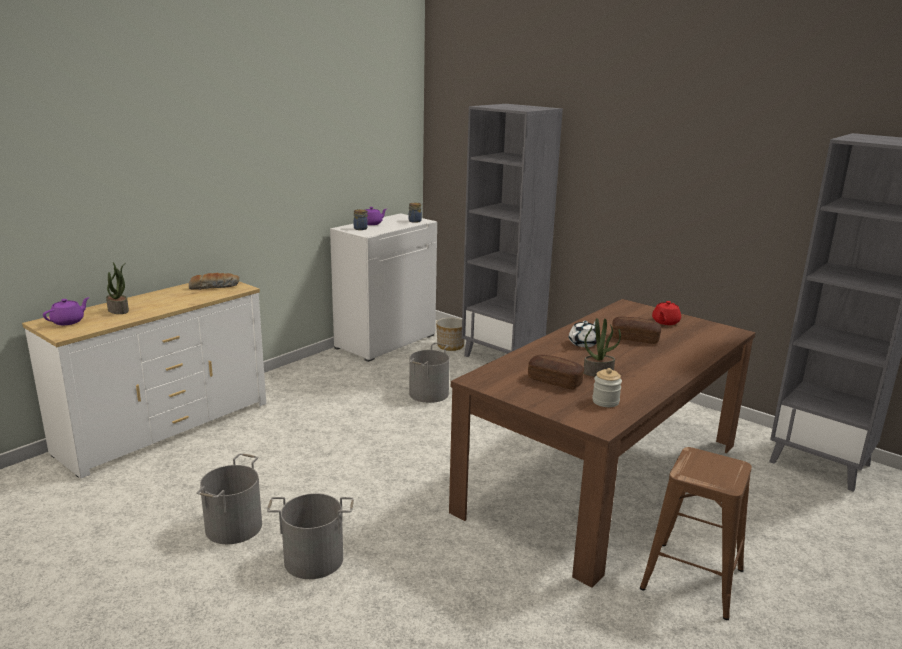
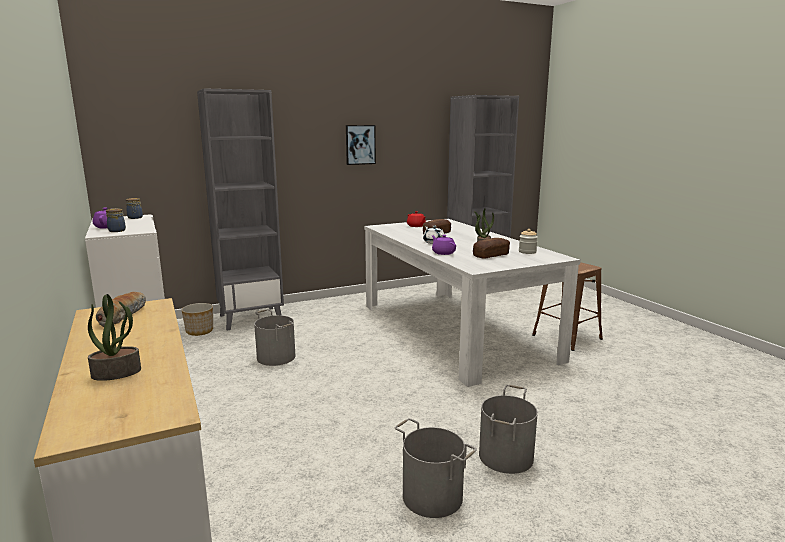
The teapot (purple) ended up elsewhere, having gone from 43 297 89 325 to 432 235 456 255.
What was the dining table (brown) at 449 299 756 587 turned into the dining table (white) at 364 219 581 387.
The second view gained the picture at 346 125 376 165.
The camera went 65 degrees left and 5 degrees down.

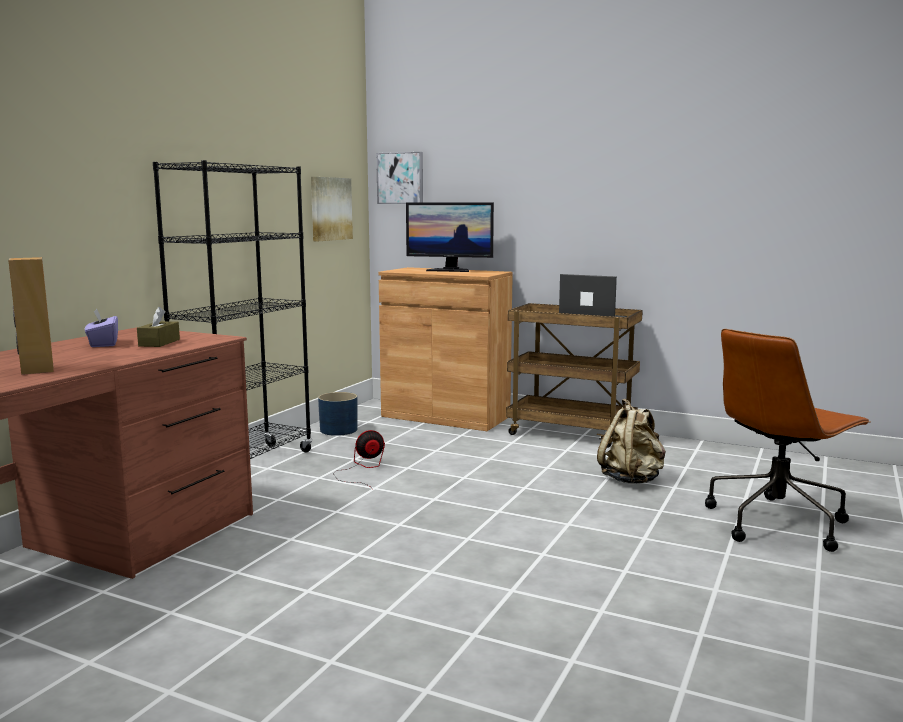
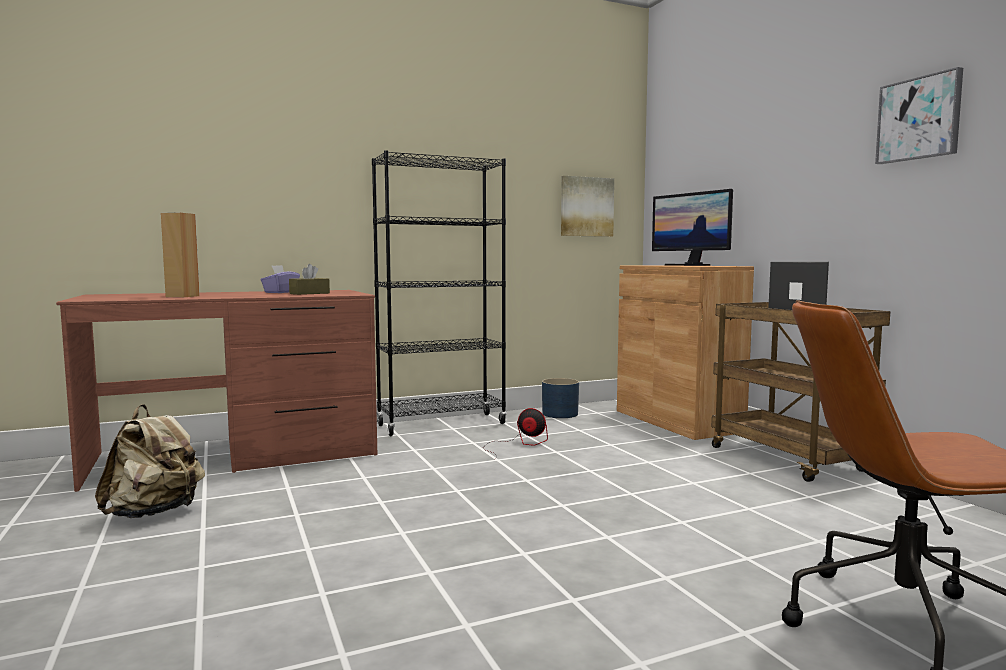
The picture ended up elsewhere, having gone from 376 152 423 204 to 875 67 963 164.
The backpack (beige) ended up elsewhere, having gone from 597 399 666 484 to 95 404 205 518.
The camera went 40 degrees right and 5 degrees down.

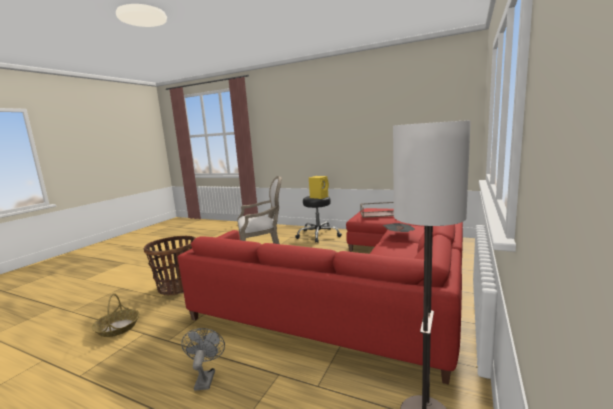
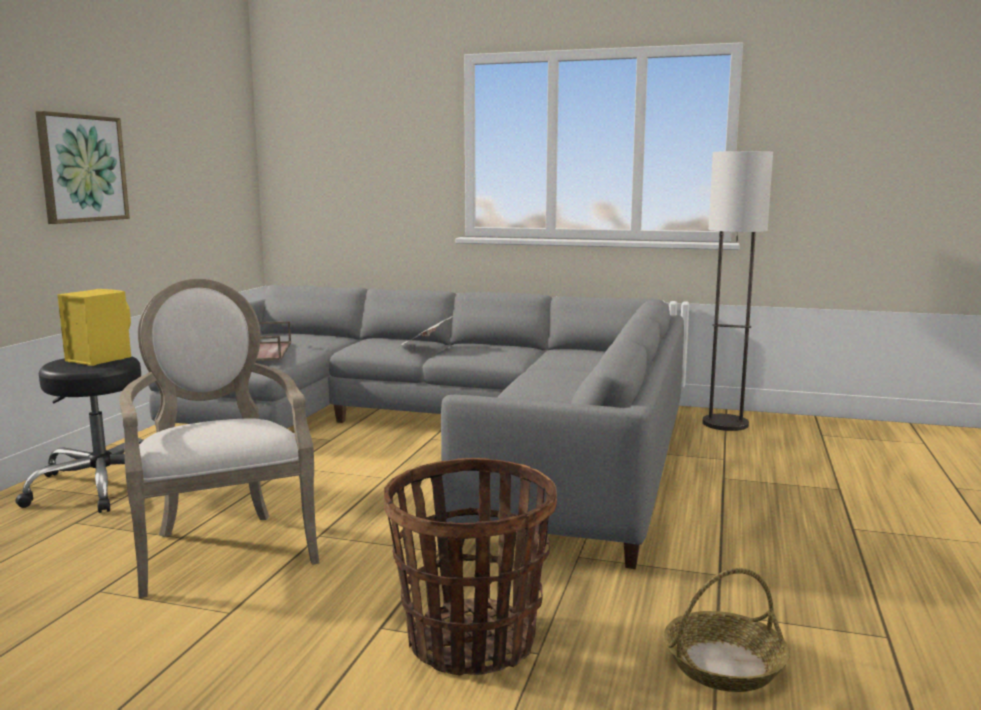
What was the sofa (red) at 178 208 463 385 turned into the sofa (grey) at 148 285 684 569.
The second view lost the fan (grey) at 181 328 225 391.
The second view gained the picture at 35 111 130 224.
The camera went 100 degrees left and 0 degrees up.

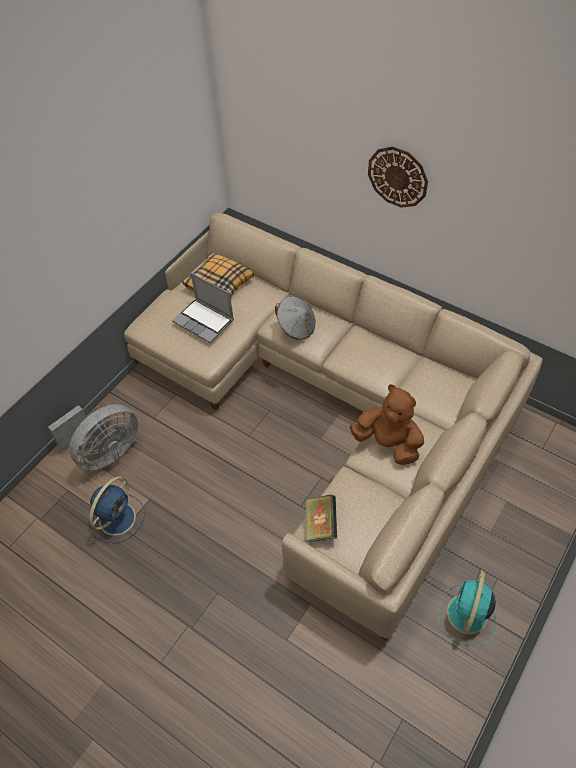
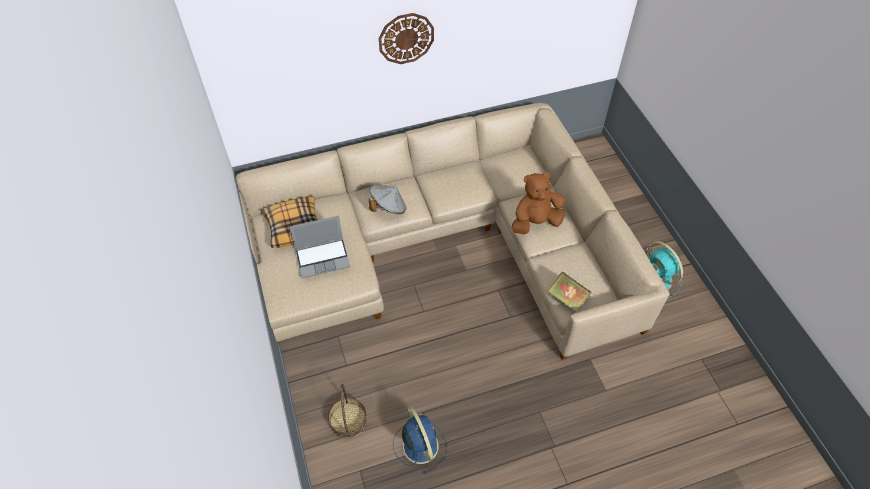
Where the fan (grey) stood at 48 404 138 470, the basket came to stand at 328 384 367 439.
The camera went 55 degrees left and 0 degrees up.

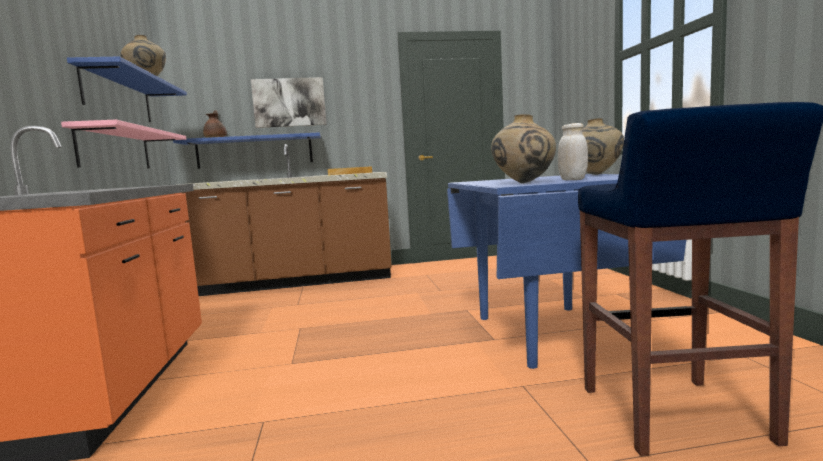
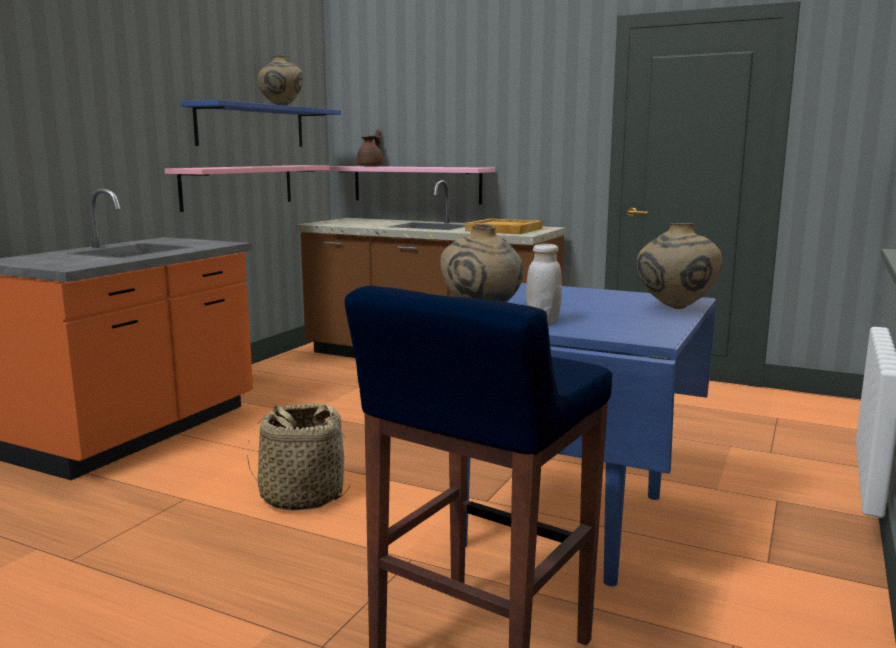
What was the shelf (blue) at 173 132 321 169 turned into the shelf (pink) at 323 166 495 204.
The second view lost the picture at 251 77 327 128.
The second view gained the basket at 247 403 351 511.
The camera went 35 degrees right and 5 degrees up.

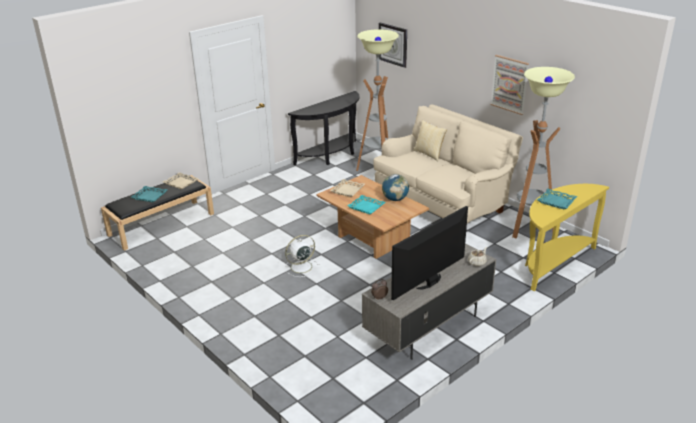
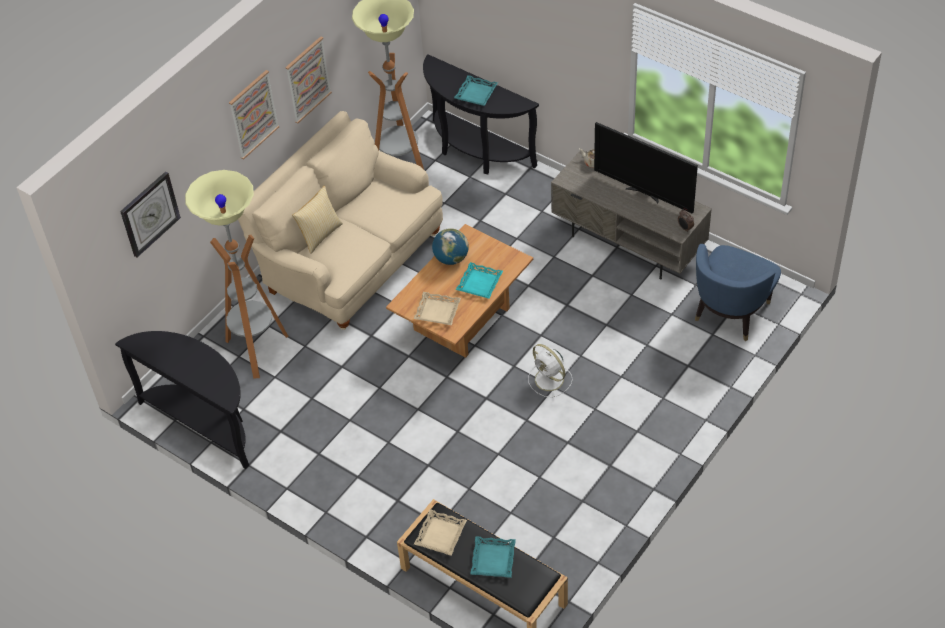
What was the console table (yellow) at 525 184 609 291 turned into the console table (black) at 423 54 539 174.
The second view gained the picture at 229 70 279 160.
The second view gained the armchair (blue) at 695 244 781 341.
The camera went 100 degrees left and 20 degrees up.

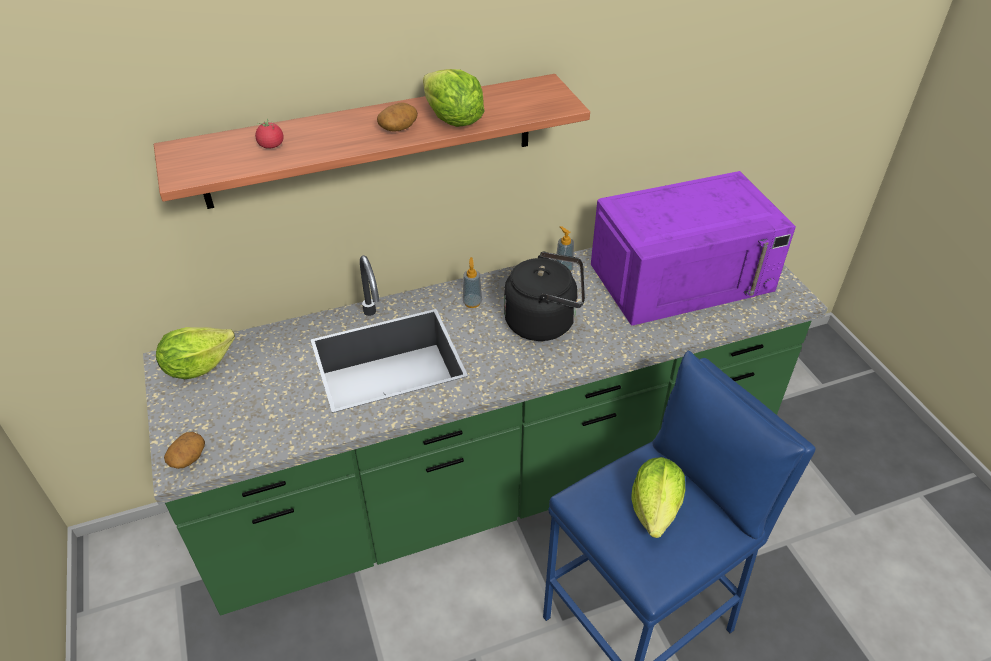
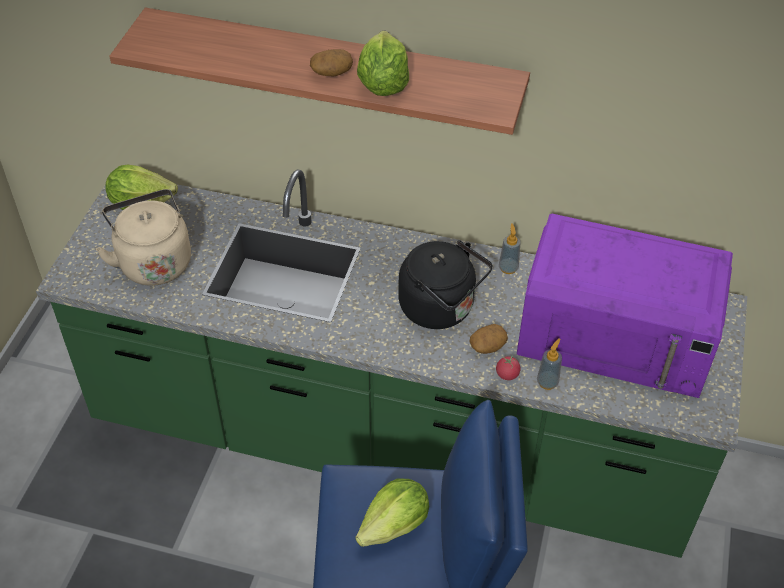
The potato ended up elsewhere, having gone from 164 432 205 469 to 469 324 508 354.
The tomato ended up elsewhere, having gone from 255 119 284 149 to 496 356 520 380.
The soap dispenser ended up elsewhere, having gone from 463 257 482 308 to 537 339 562 390.
The second view gained the kettle (beige) at 96 189 191 286.
The camera went 35 degrees right and 5 degrees up.

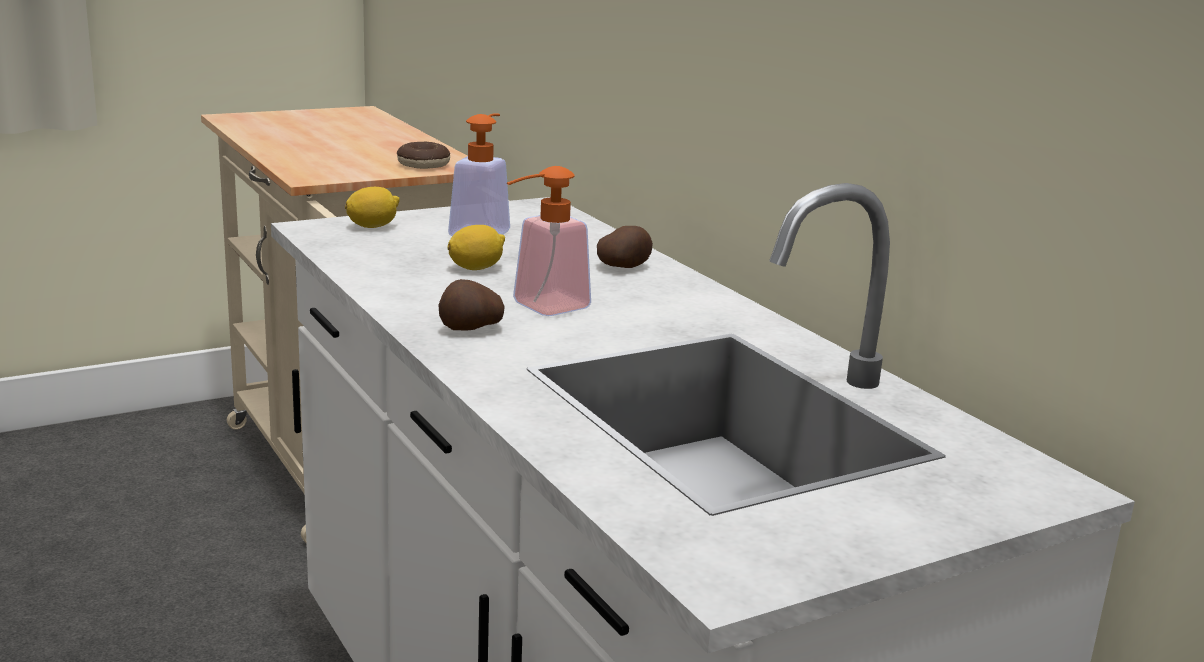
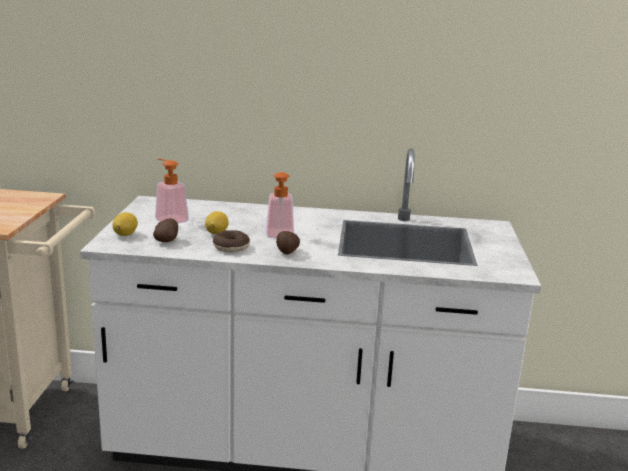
The donut ended up elsewhere, having gone from 397 142 450 169 to 213 230 250 252.
The potato ended up elsewhere, having gone from 597 226 653 268 to 153 218 178 242.
The camera went 55 degrees left and 0 degrees up.

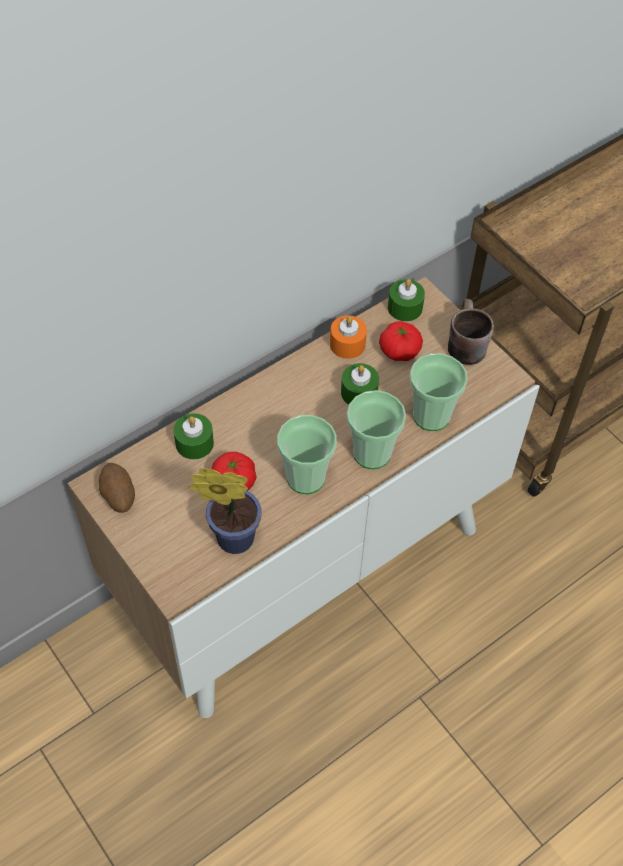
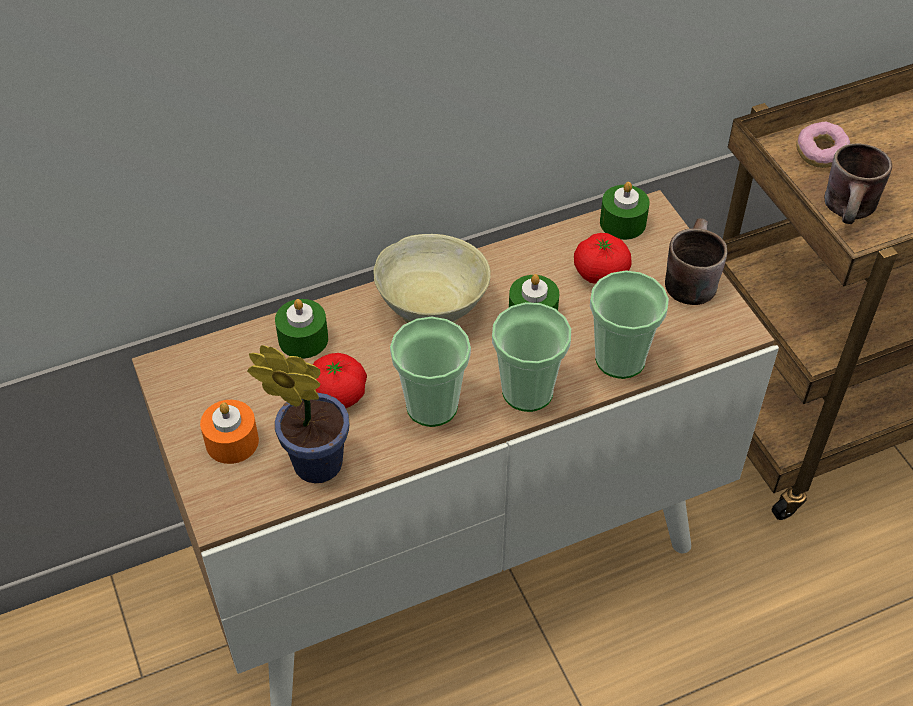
The second view lost the potato at 99 463 135 513.
The candle (orange) ended up elsewhere, having gone from 330 315 367 359 to 200 400 259 464.
The second view gained the bowl (beige) at 373 234 491 323.
The second view gained the donut at 796 122 850 168.
The second view gained the mug (brown) at 824 143 892 224.
The camera went 15 degrees right and 5 degrees down.

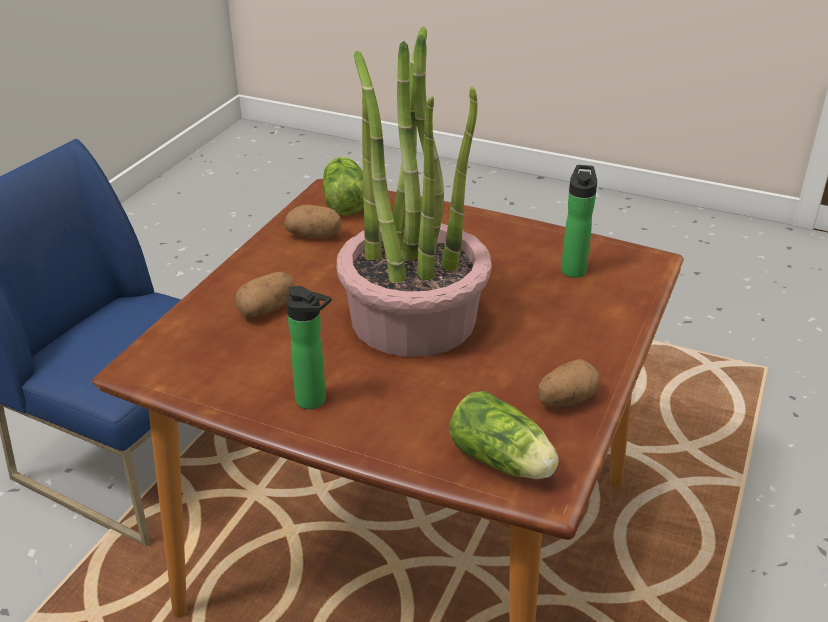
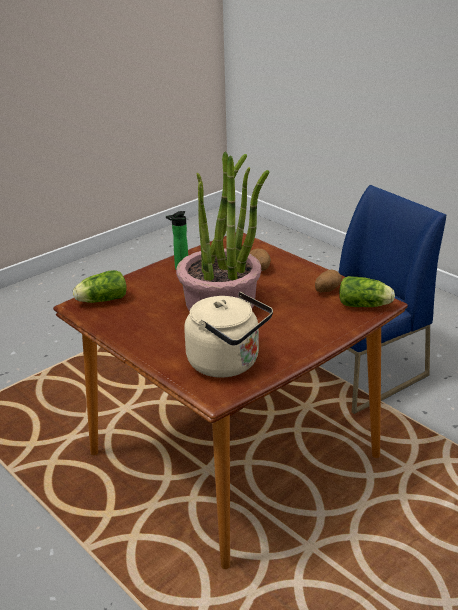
The second view lost the potato at 538 359 600 407.
Where the bottle stood at 561 165 597 278, the kettle (beige) came to stand at 184 292 273 378.
The camera went 115 degrees right and 5 degrees down.

